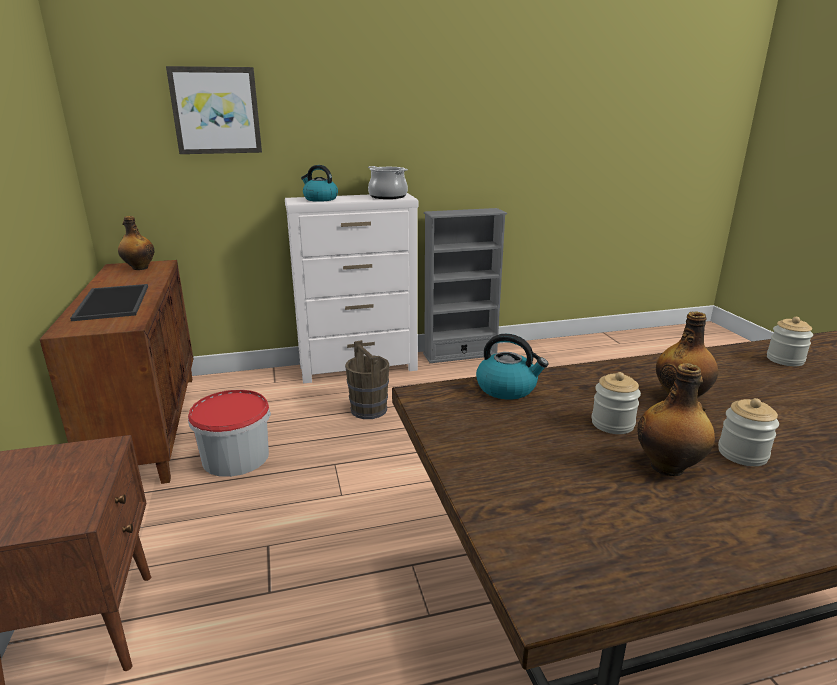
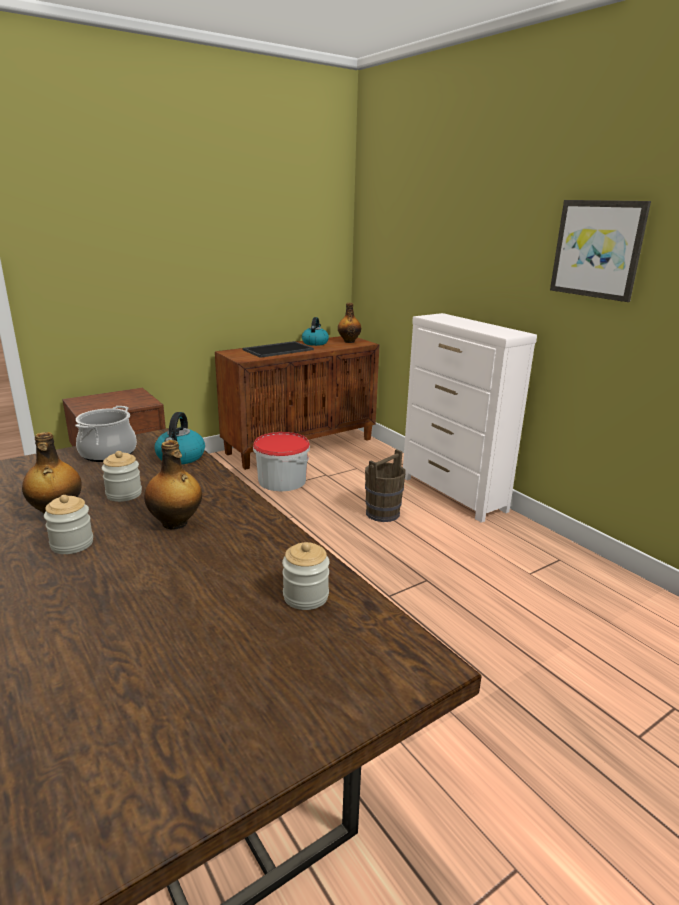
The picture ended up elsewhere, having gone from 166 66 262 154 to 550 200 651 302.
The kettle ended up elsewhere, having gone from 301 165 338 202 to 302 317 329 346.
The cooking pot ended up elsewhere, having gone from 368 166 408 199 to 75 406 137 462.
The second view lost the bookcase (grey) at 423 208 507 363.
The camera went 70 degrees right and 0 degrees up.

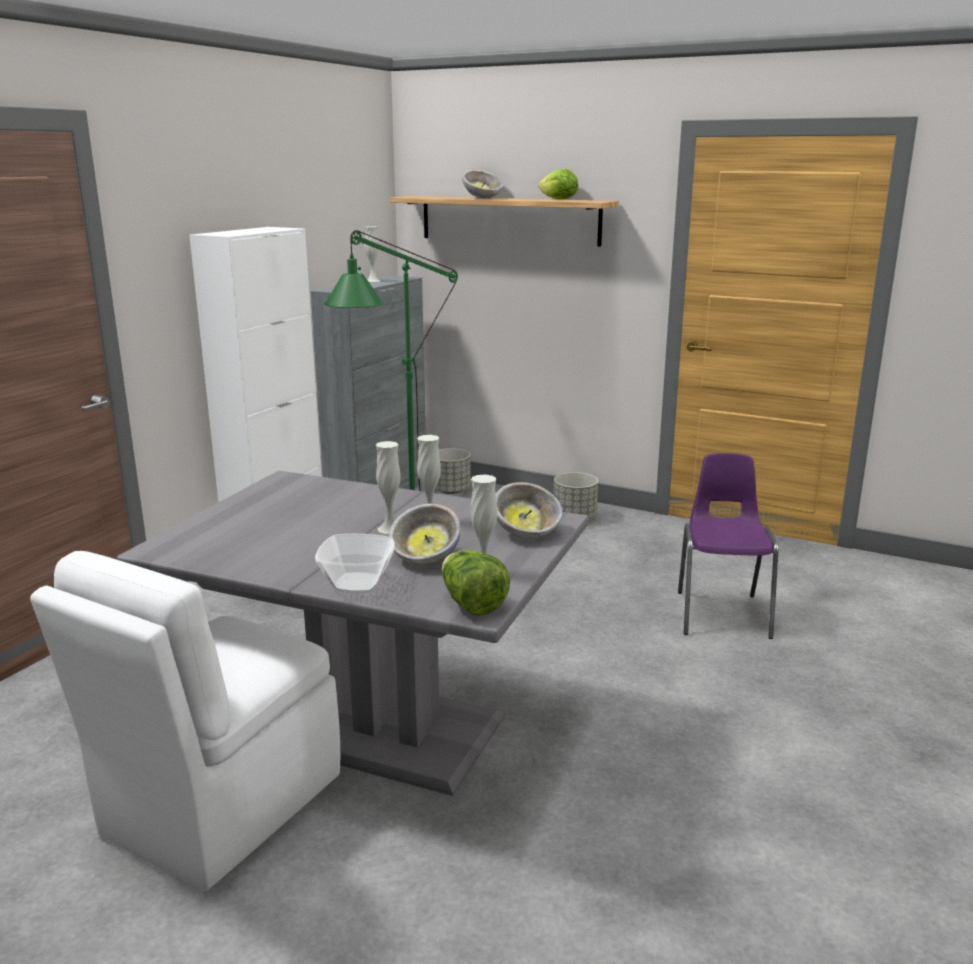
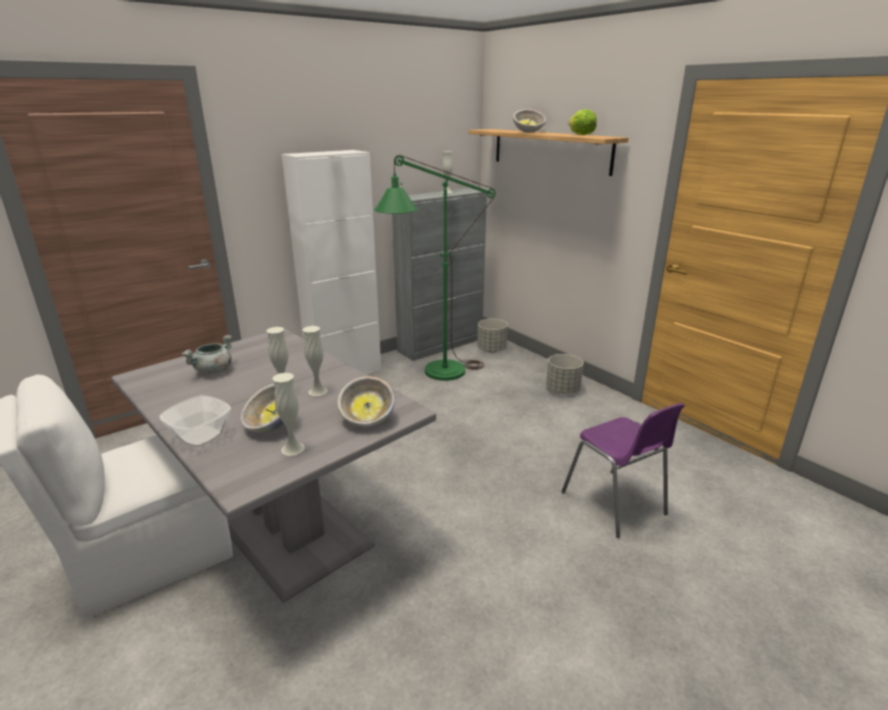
The second view lost the lettuce at 442 550 510 616.
The chair (purple) at 678 453 778 639 ended up facing another way, 120 degrees clockwise from before.
The second view gained the cooking pot (grey) at 181 335 232 374.
The camera went 25 degrees right and 5 degrees up.

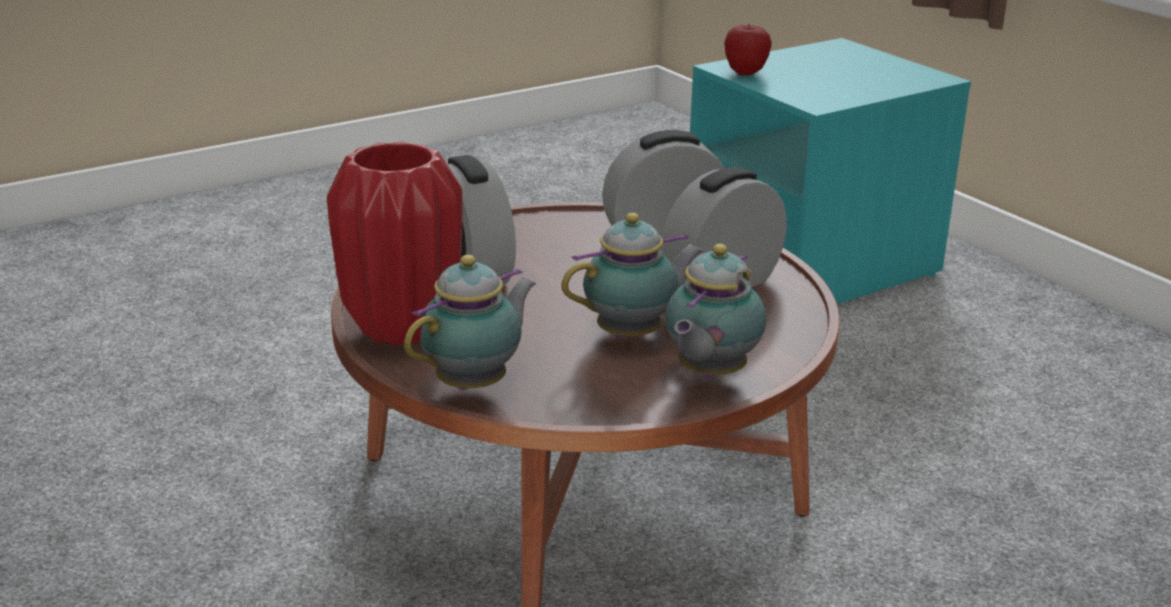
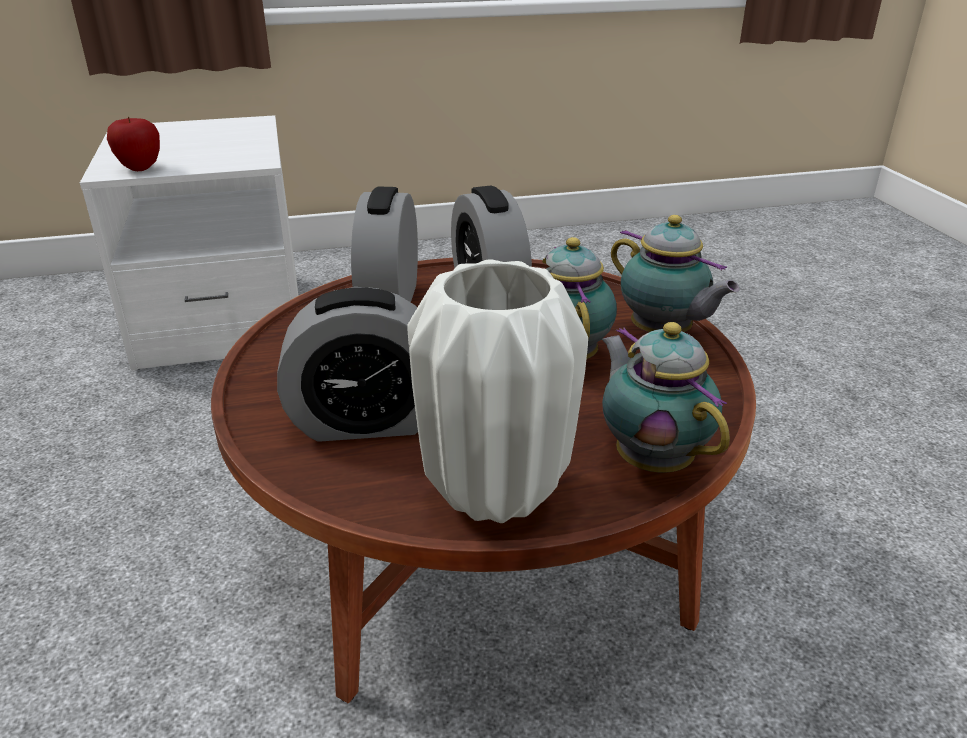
What was the vase (red) at 327 141 463 345 turned into the vase (white) at 408 259 588 523.
What was the nightstand (turquoise) at 690 38 971 304 turned into the nightstand (white) at 80 115 298 371.
The camera went 70 degrees left and 5 degrees up.

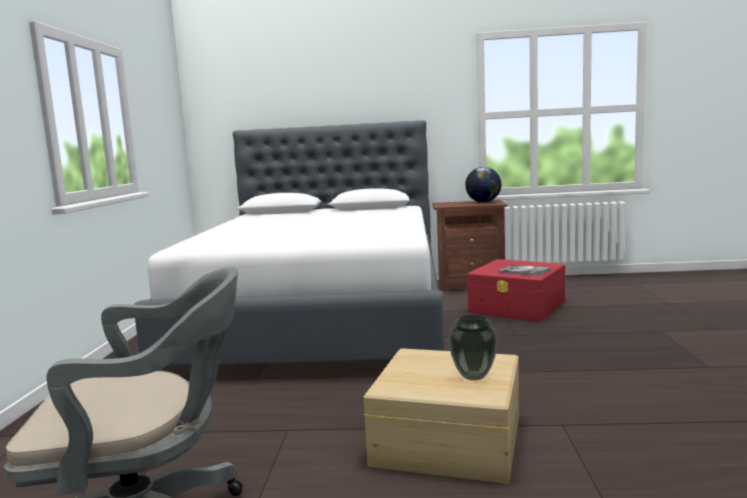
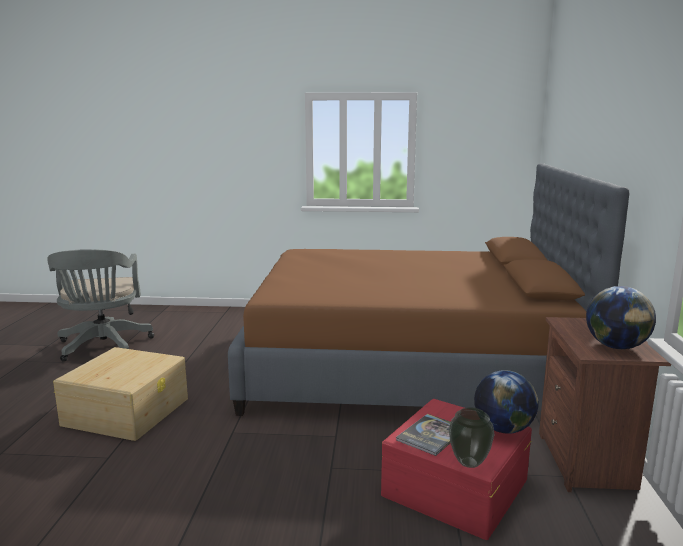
What was the bed (white) at 134 120 444 371 turned into the bed (brown) at 228 163 629 416.
The vase ended up elsewhere, having gone from 448 315 498 381 to 449 407 494 468.
The second view gained the globe at 474 370 538 434.
The camera went 90 degrees right and 5 degrees up.

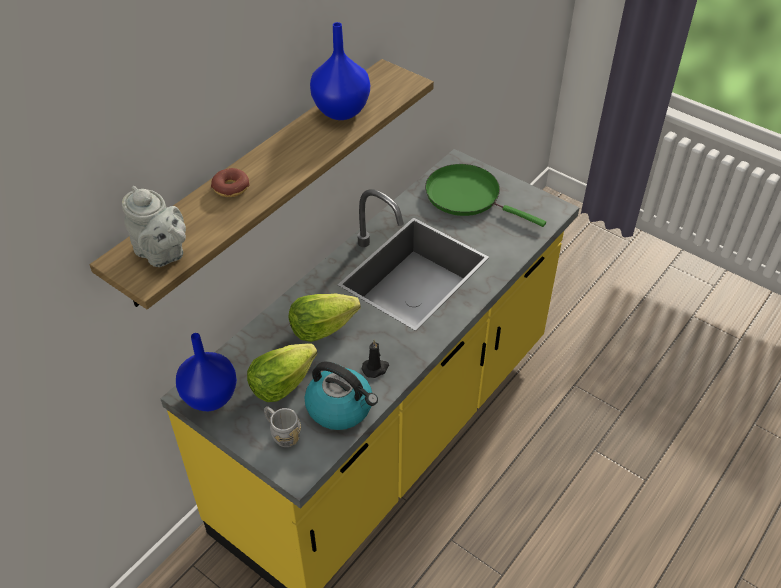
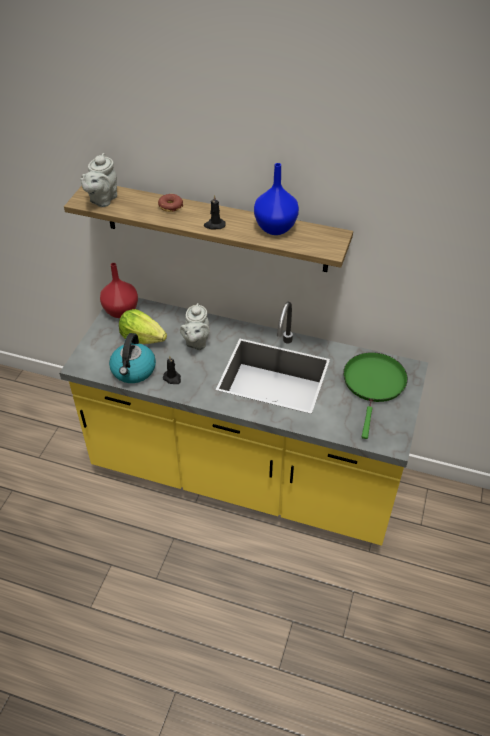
What was the vase (blue) at 176 333 237 411 turned into the vase (red) at 100 263 138 318.
The second view lost the mug (grey) at 264 406 301 447.
Where the lettuce stood at 289 294 361 342, the teapot (grey) came to stand at 180 303 210 350.
The second view gained the candle (black) at 204 195 226 230.
The camera went 70 degrees right and 0 degrees up.

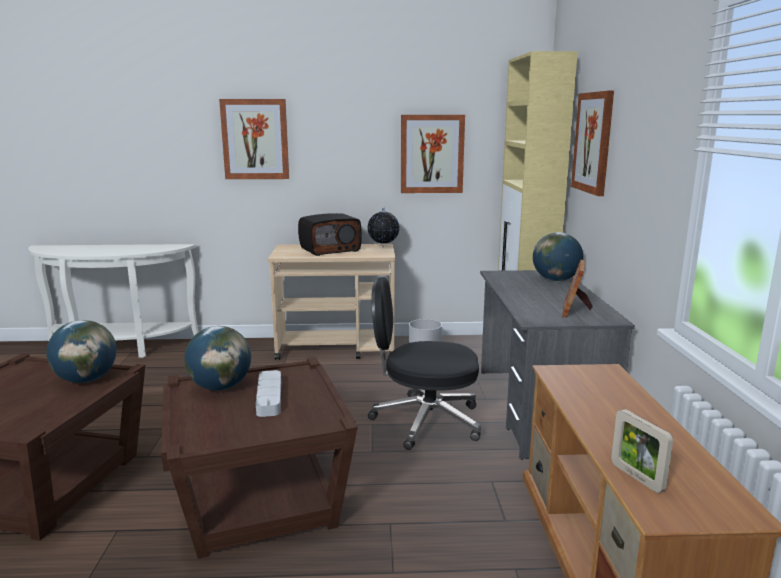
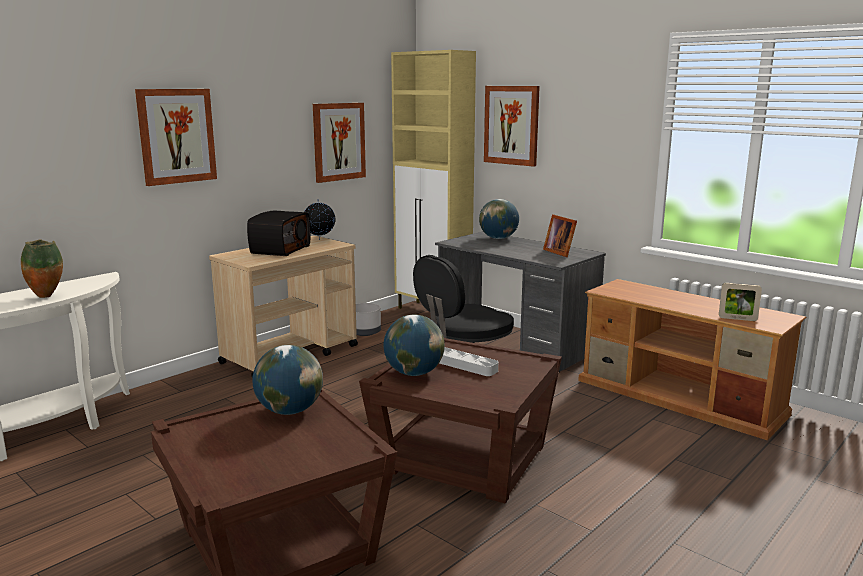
The second view gained the vase at 21 240 63 298.
The camera went 45 degrees left and 0 degrees up.

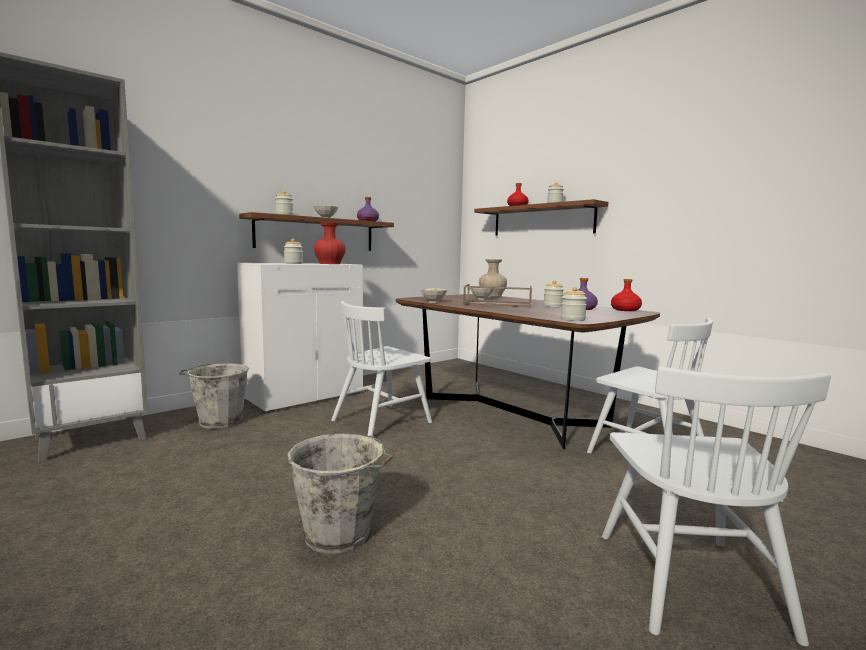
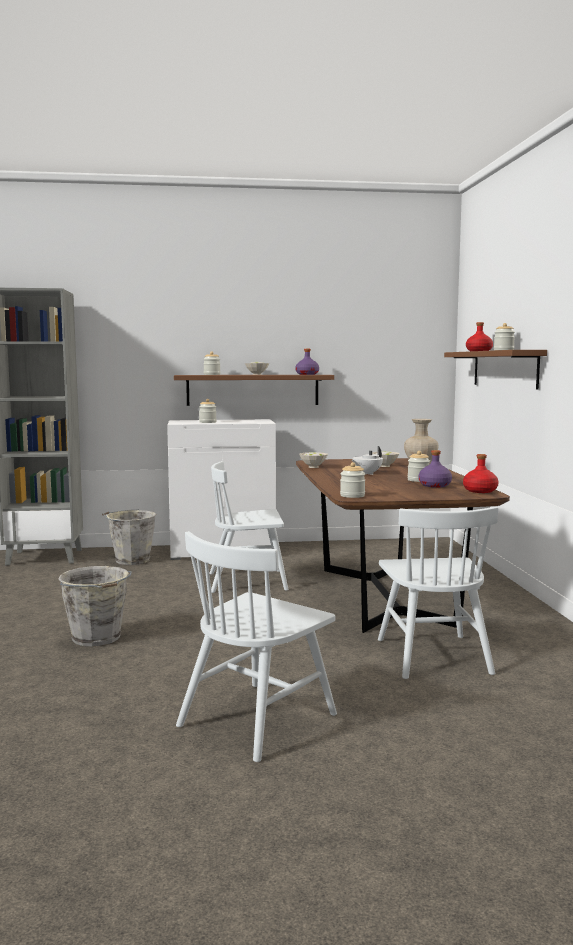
The second view lost the vase (red) at 314 222 346 264.
Where the tray (brown) stood at 463 284 532 307, the teapot (white) came to stand at 352 446 383 475.
The camera went 35 degrees right and 0 degrees up.

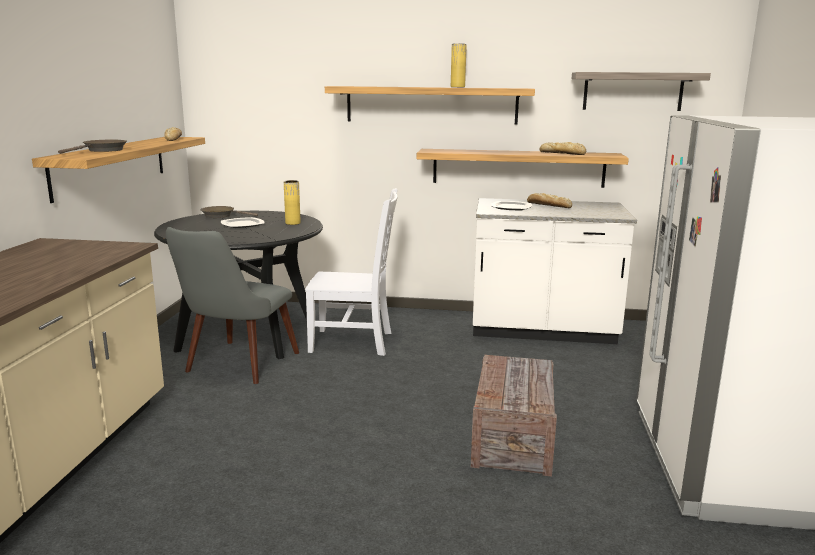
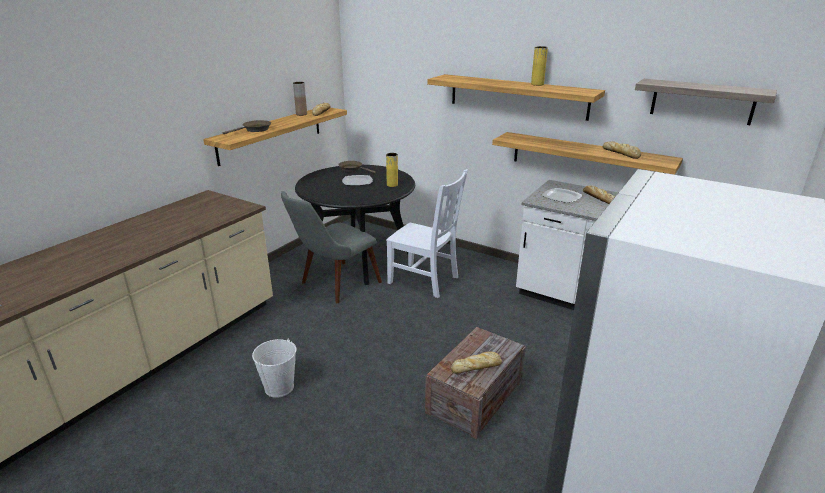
The second view gained the bucket (white) at 252 339 297 398.
The second view gained the vase (brown) at 293 82 307 116.
The second view gained the bread at 451 351 502 374.
The camera went 25 degrees right and 10 degrees up.

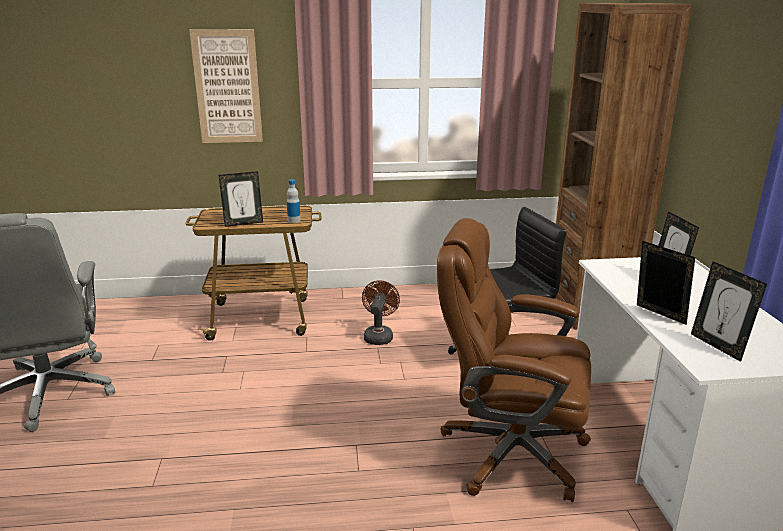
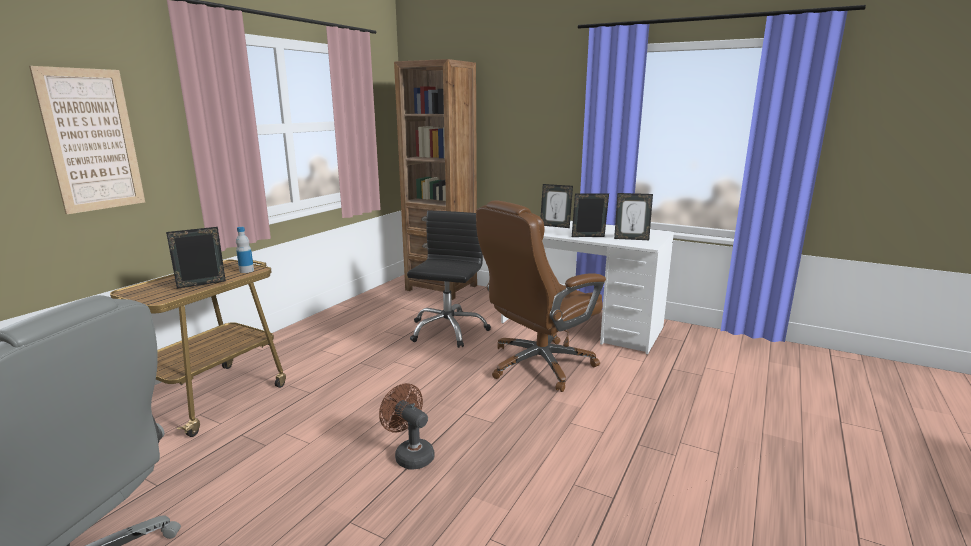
The picture frame at 219 171 263 227 ended up facing another way, 135 degrees counterclockwise from before.
The fan (brown) ended up elsewhere, having gone from 362 280 400 345 to 379 383 435 470.
The camera went 55 degrees left and 5 degrees down.

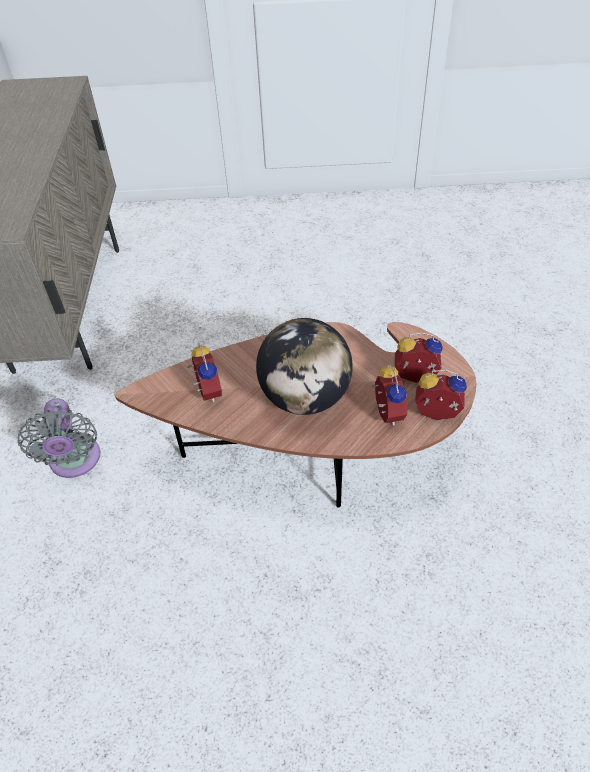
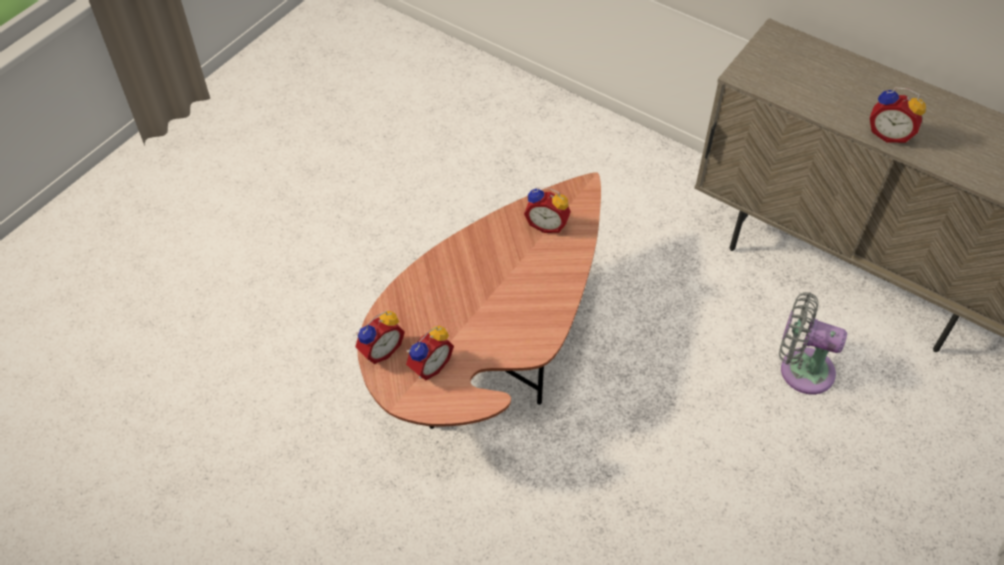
The fan (grey) ended up elsewhere, having gone from 17 399 100 478 to 779 292 847 395.
The second view lost the globe at 256 318 353 415.
The alarm clock ended up elsewhere, having gone from 372 364 407 426 to 870 87 926 143.
The camera went 125 degrees right and 5 degrees up.

